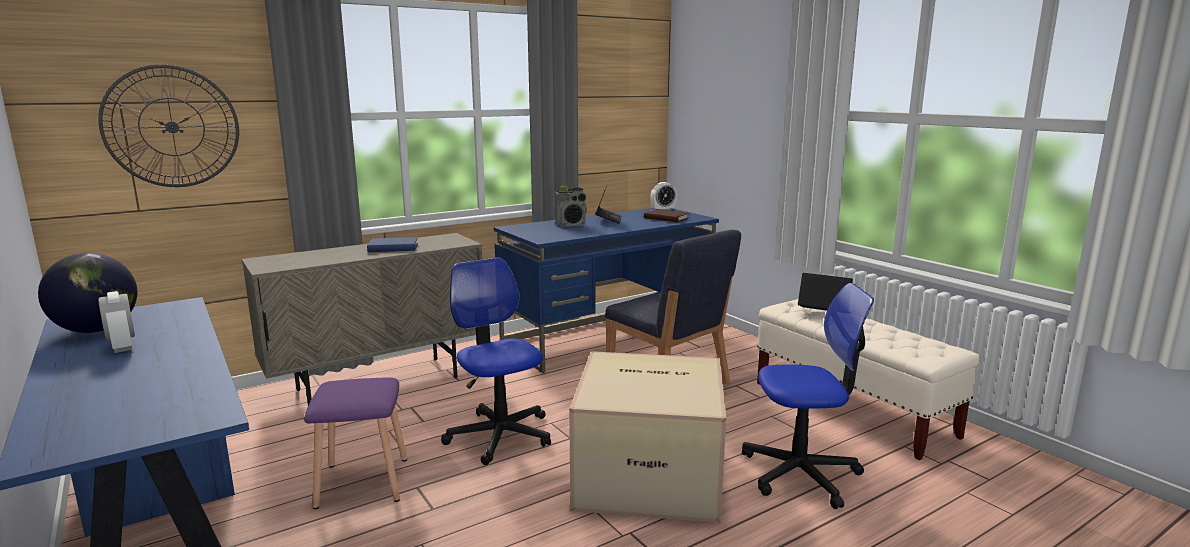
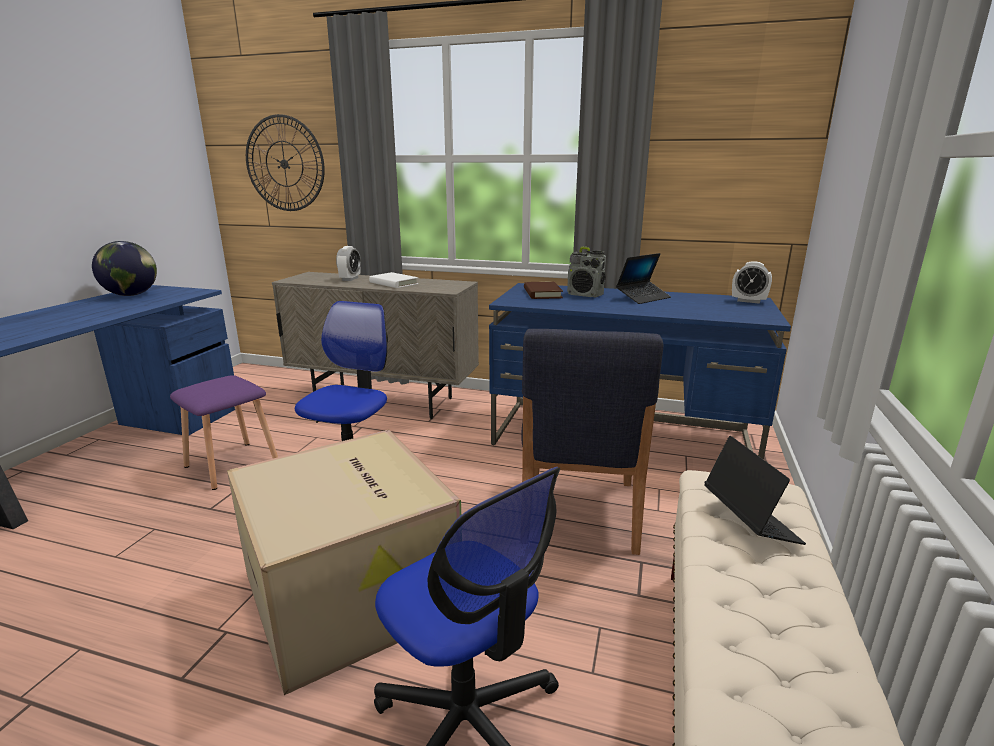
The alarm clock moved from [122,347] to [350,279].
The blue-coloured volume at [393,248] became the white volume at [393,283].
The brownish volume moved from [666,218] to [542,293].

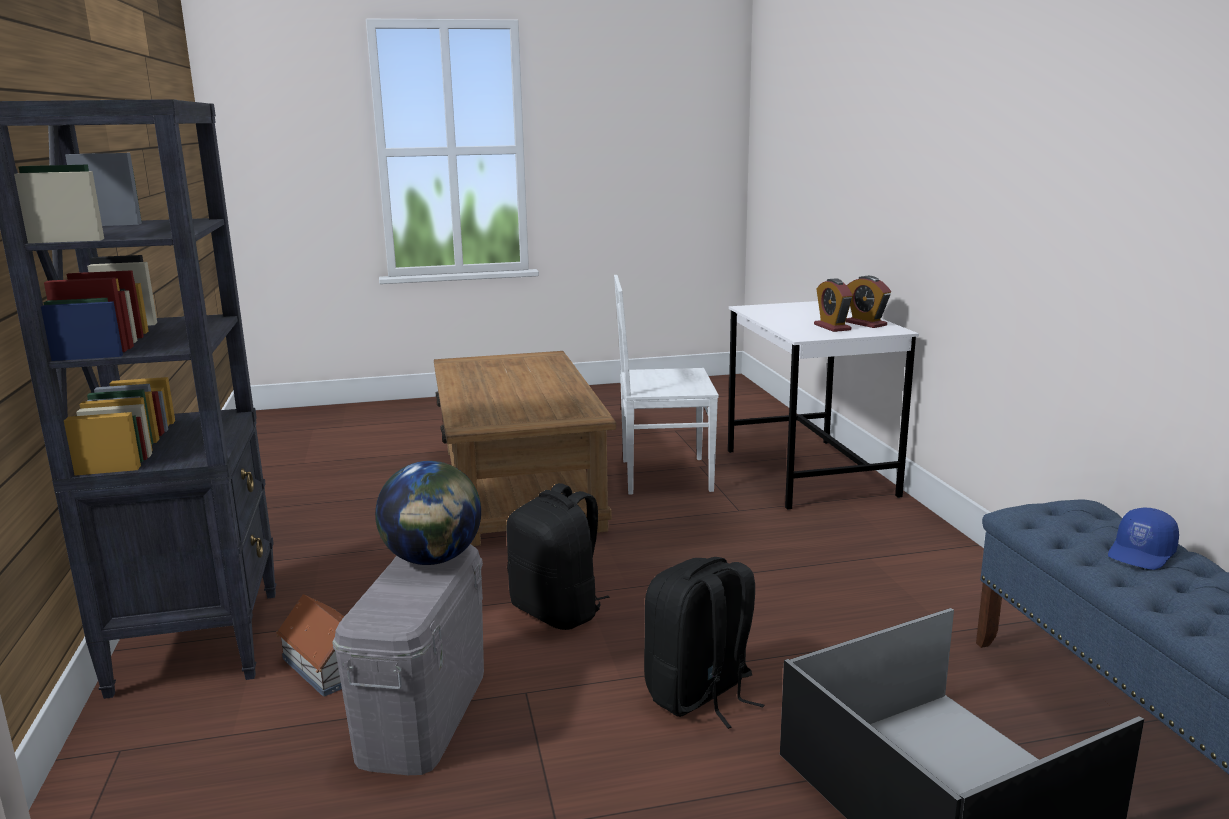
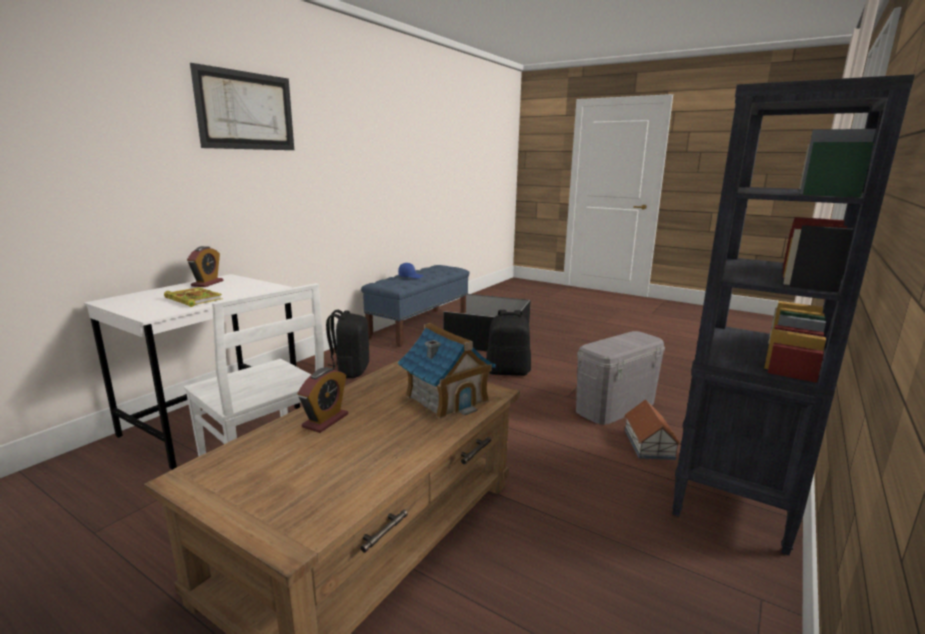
The volume at [193,299] appeared.
The wall art at [246,111] appeared.
The alarm clock moved from [832,327] to [325,421].
The blackish knapsack moved from [558,612] to [350,371].
The toy house at [446,398] appeared.
The desk globe at [433,559] disappeared.

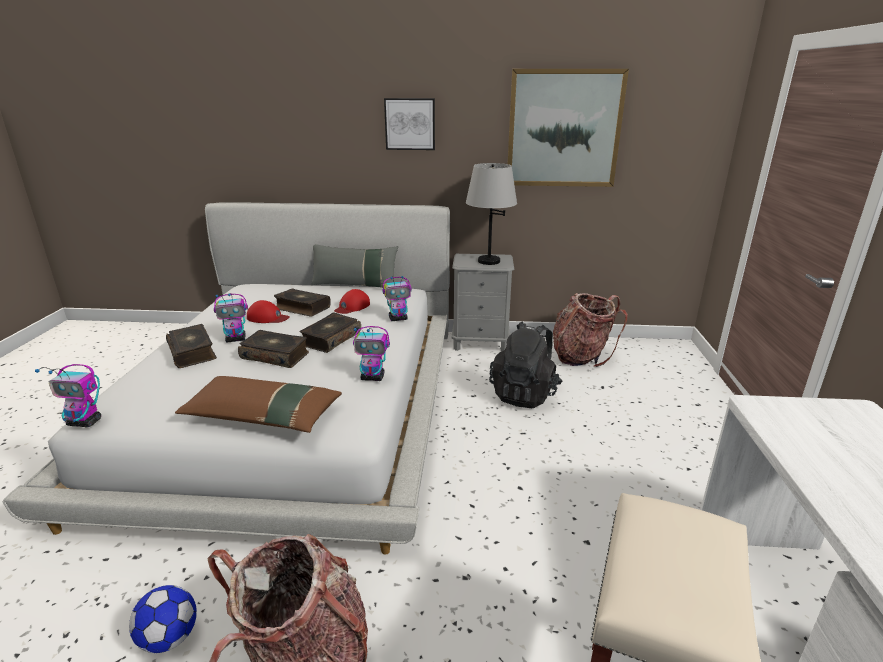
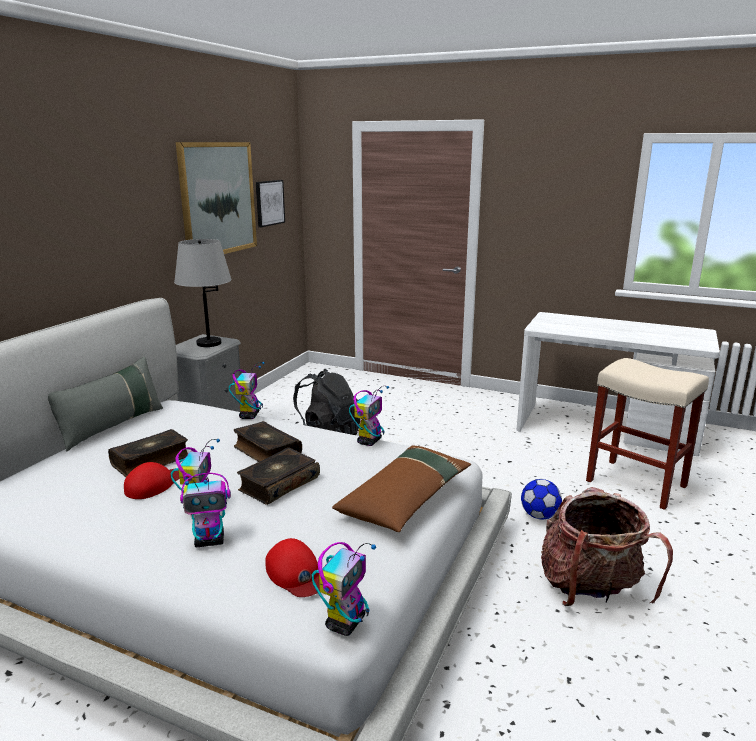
The volume at [193,352] was replaced by the model robot at [210,541].
The wall art moved from [410,124] to [269,203].
The red cap moved from [352,307] to [295,574].
The ball for football moved from [170,638] to [539,516].
The knapsack at [581,356] disappeared.

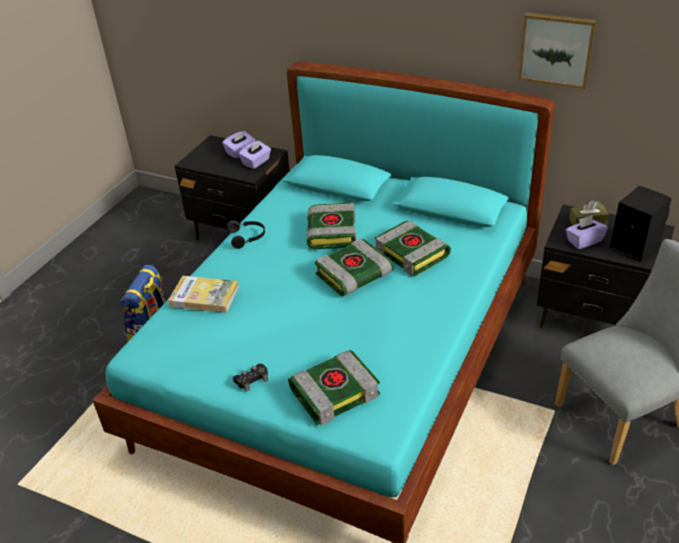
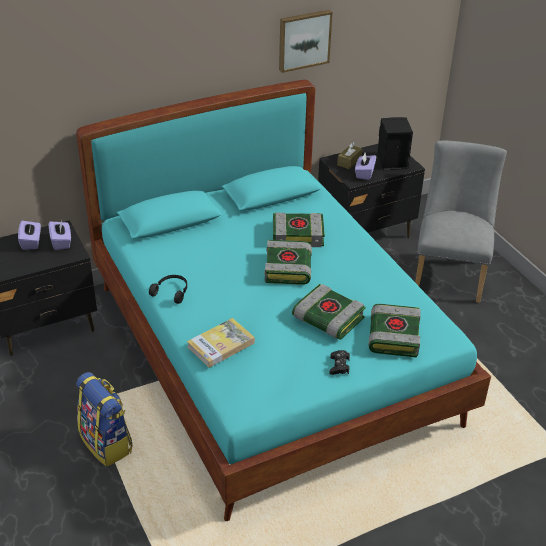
The volume moved from [331,232] to [327,318].

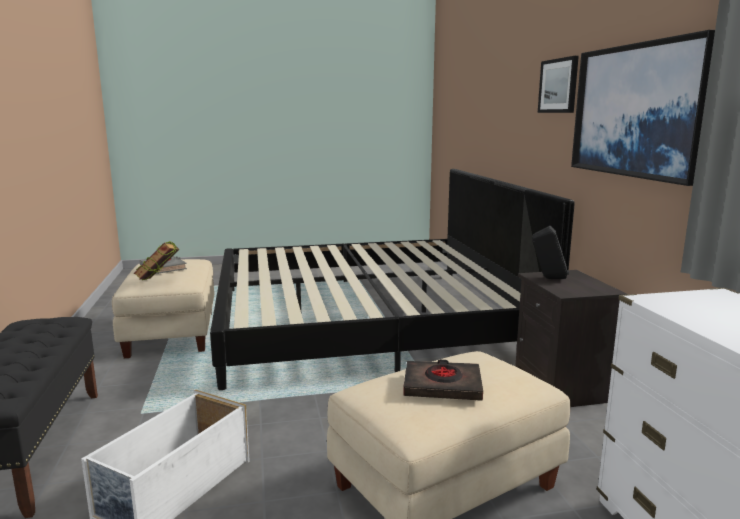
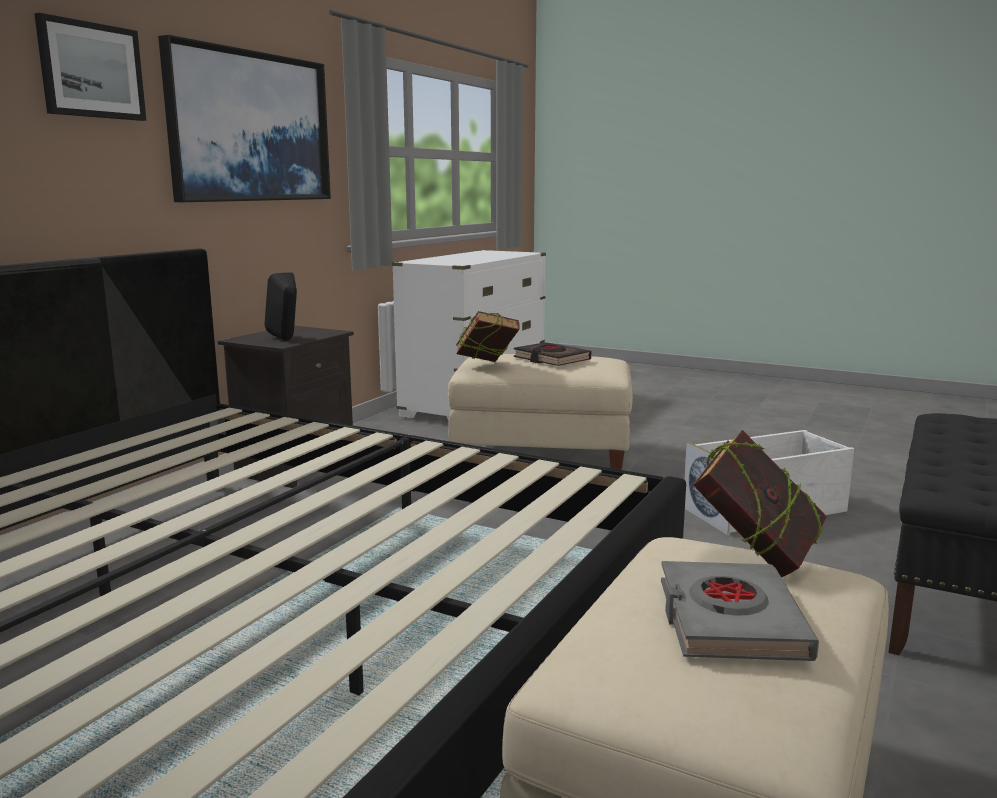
The volume at [487,366] appeared.

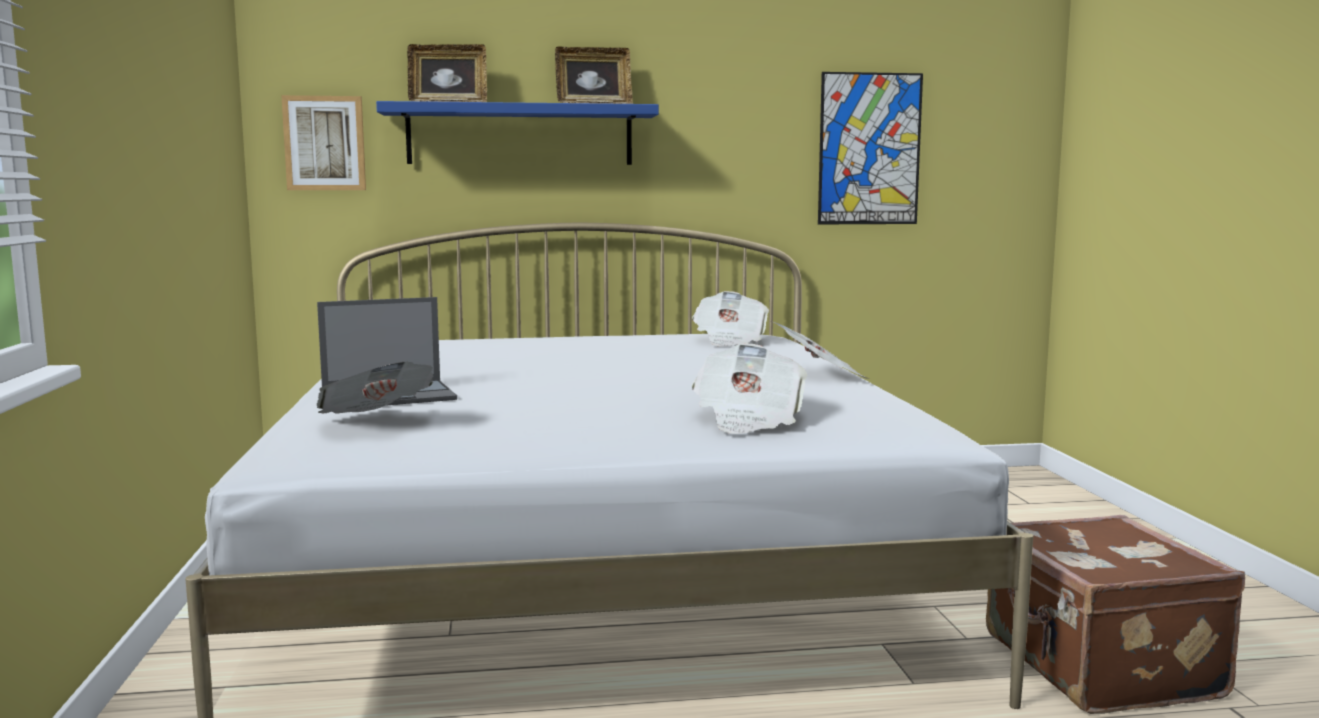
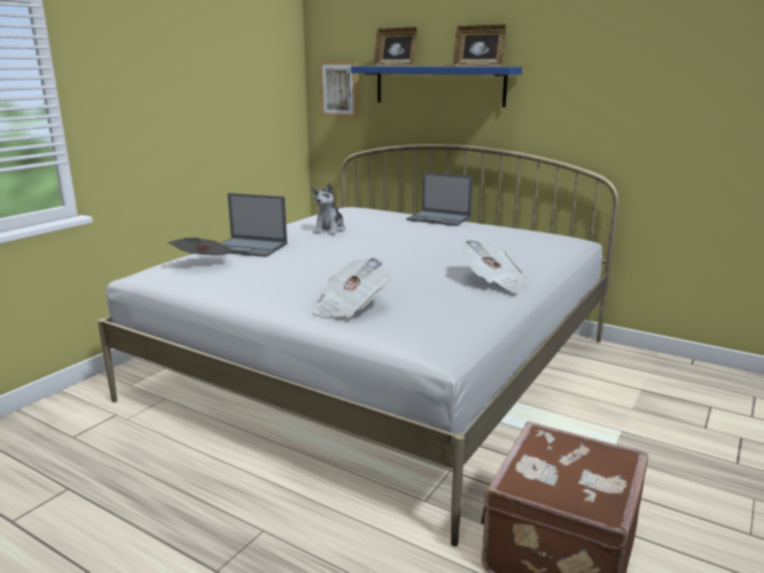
The soft toy at [329,230] appeared.
The portable computer at [439,218] appeared.
The daily paper at [729,341] disappeared.
The wall art at [869,149] disappeared.

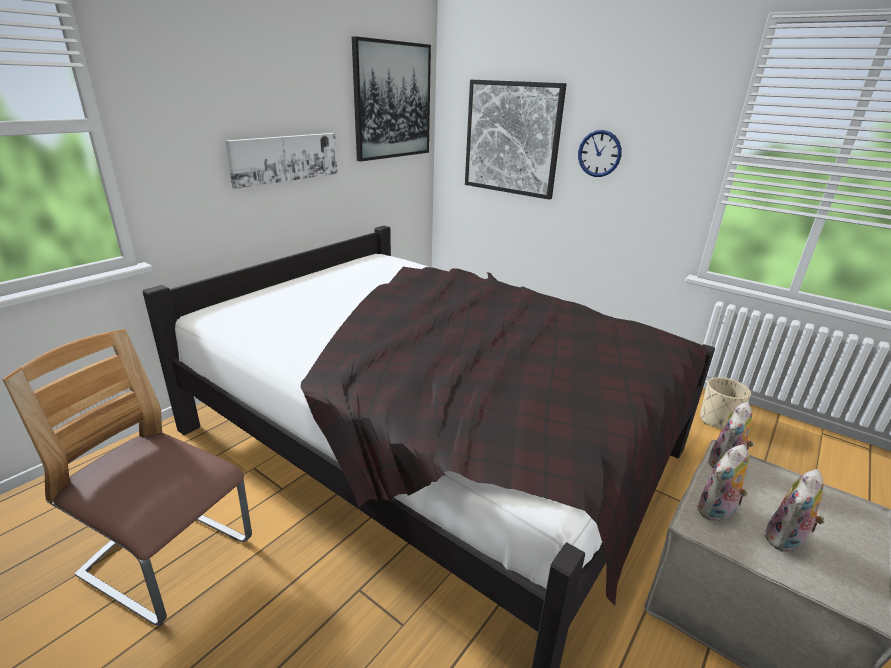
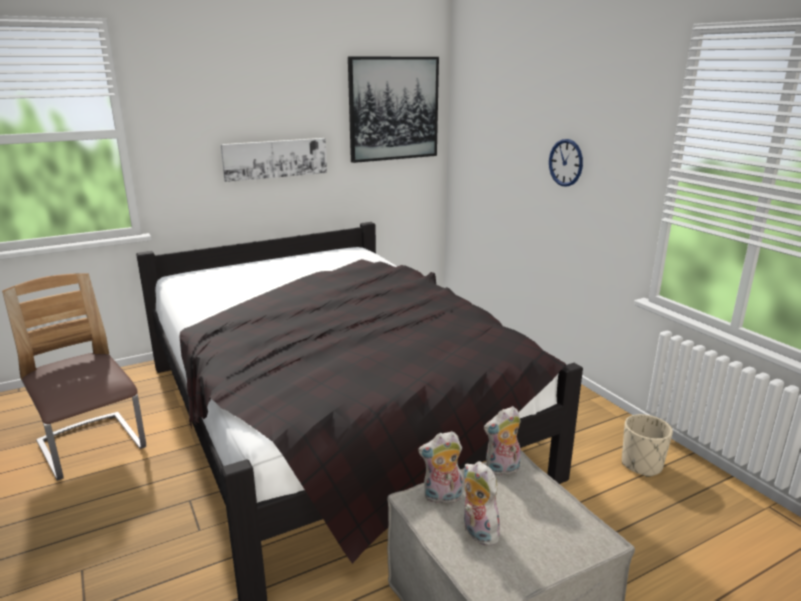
The soft toy at [786,541] turned 75 degrees clockwise.
The wall art at [512,138] disappeared.

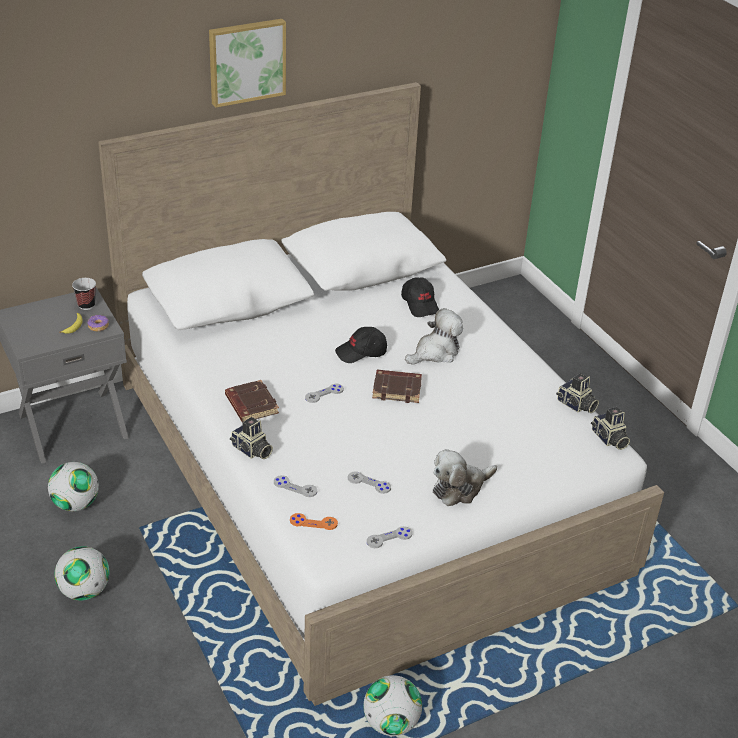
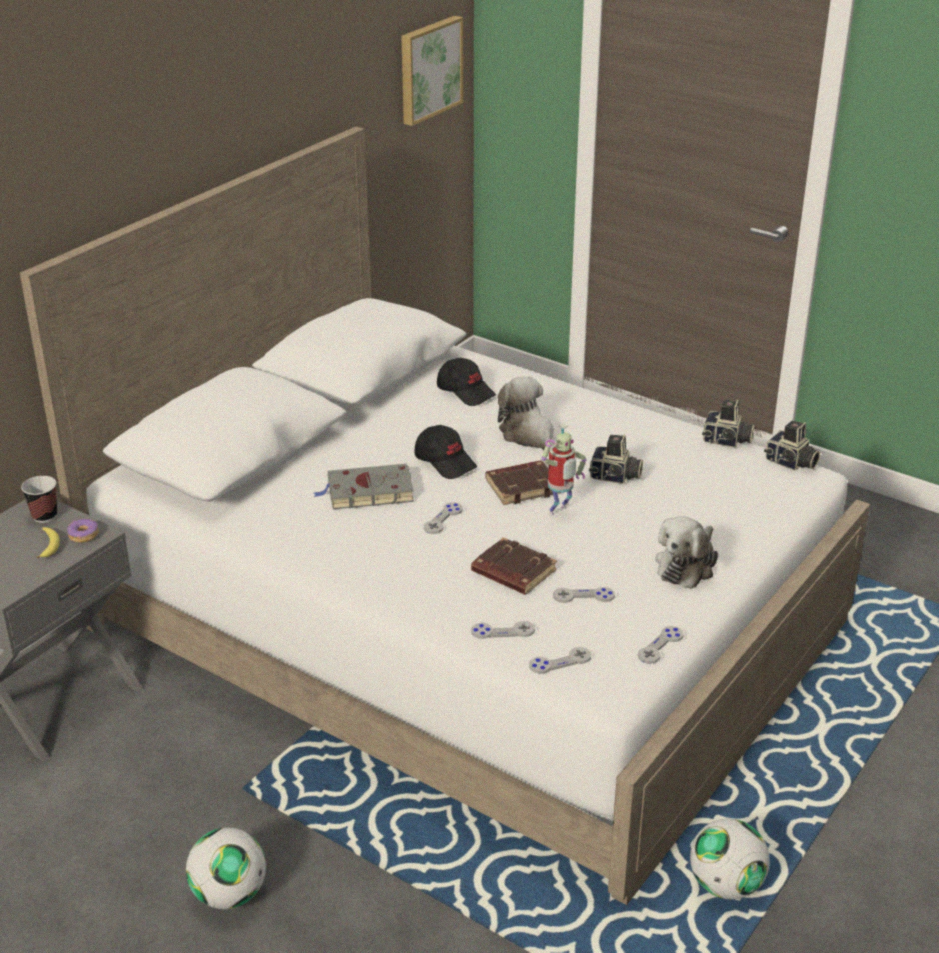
The grey volume at [367,492] appeared.
The wall art moved from [246,61] to [429,69].
The blackish cap at [361,352] turned 90 degrees counterclockwise.
The brownish volume moved from [250,405] to [512,572].
The soft toy at [435,352] turned 60 degrees counterclockwise.
The orangey game controller at [313,522] became the grey game controller at [560,661].
The model robot at [559,512] appeared.
The photo camera moved from [251,450] to [615,477].
The ball for football at [75,504] disappeared.

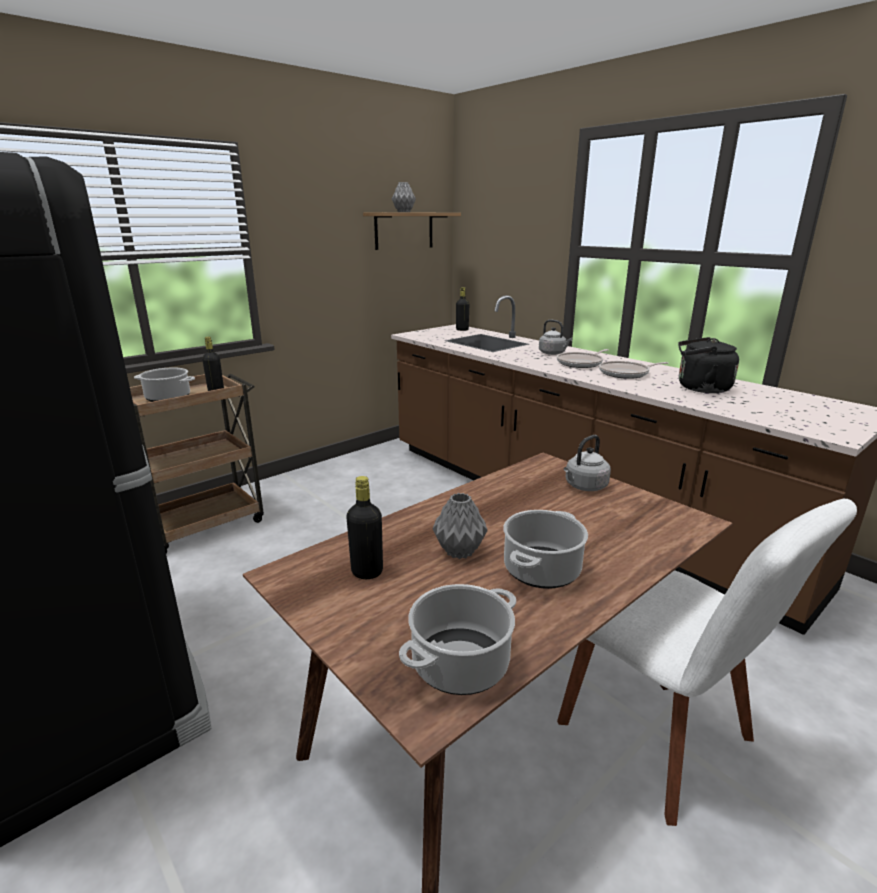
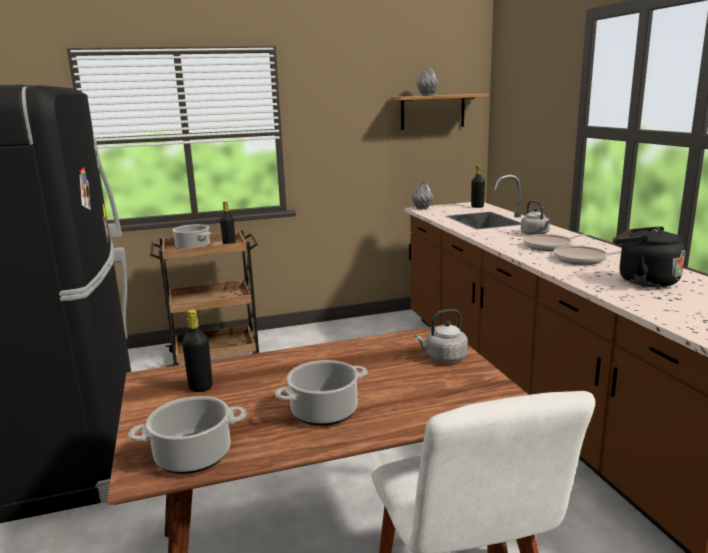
The grey vase moved from [460,552] to [422,208].

